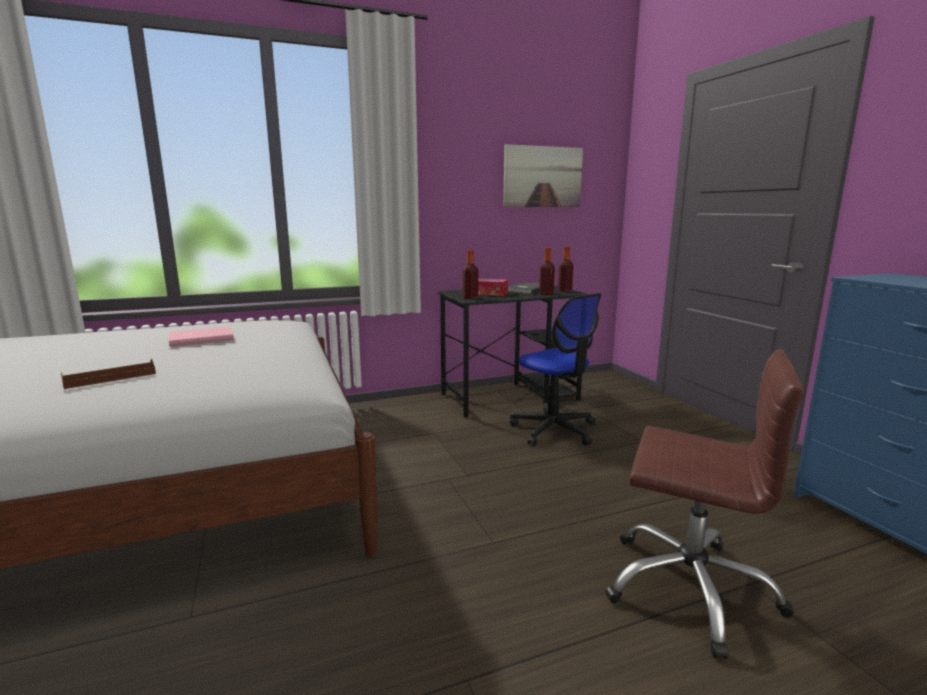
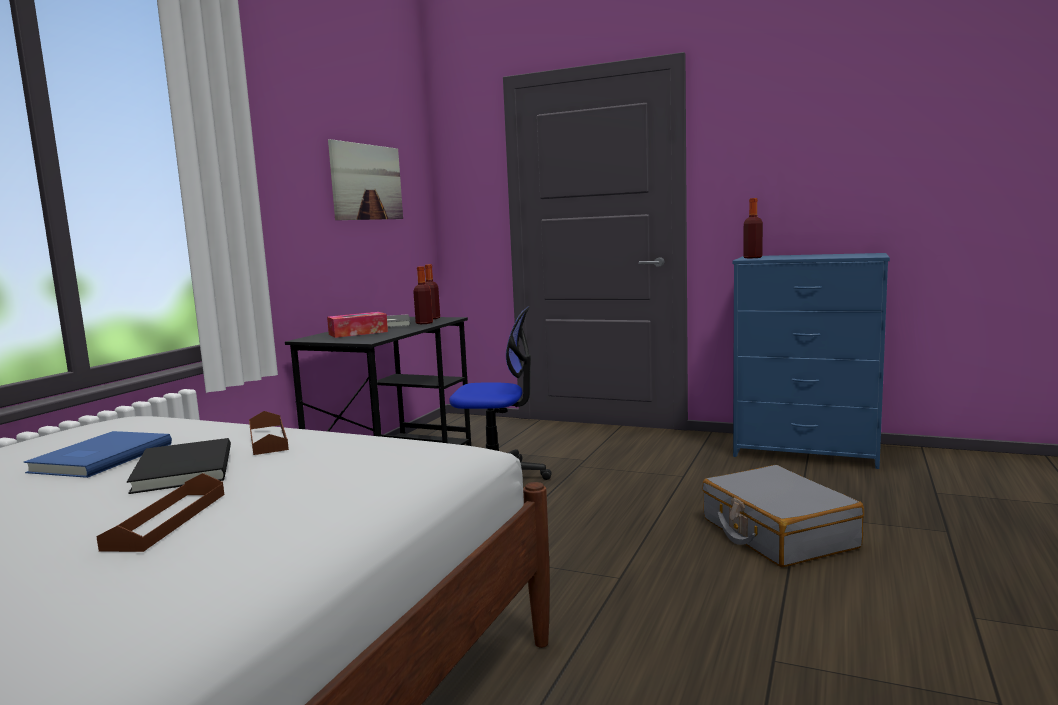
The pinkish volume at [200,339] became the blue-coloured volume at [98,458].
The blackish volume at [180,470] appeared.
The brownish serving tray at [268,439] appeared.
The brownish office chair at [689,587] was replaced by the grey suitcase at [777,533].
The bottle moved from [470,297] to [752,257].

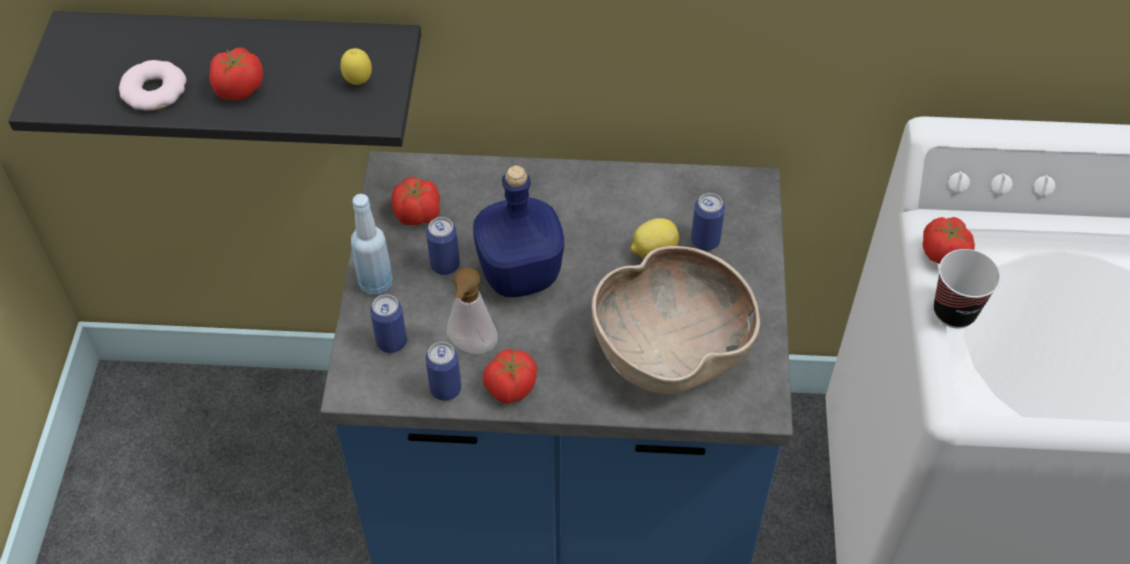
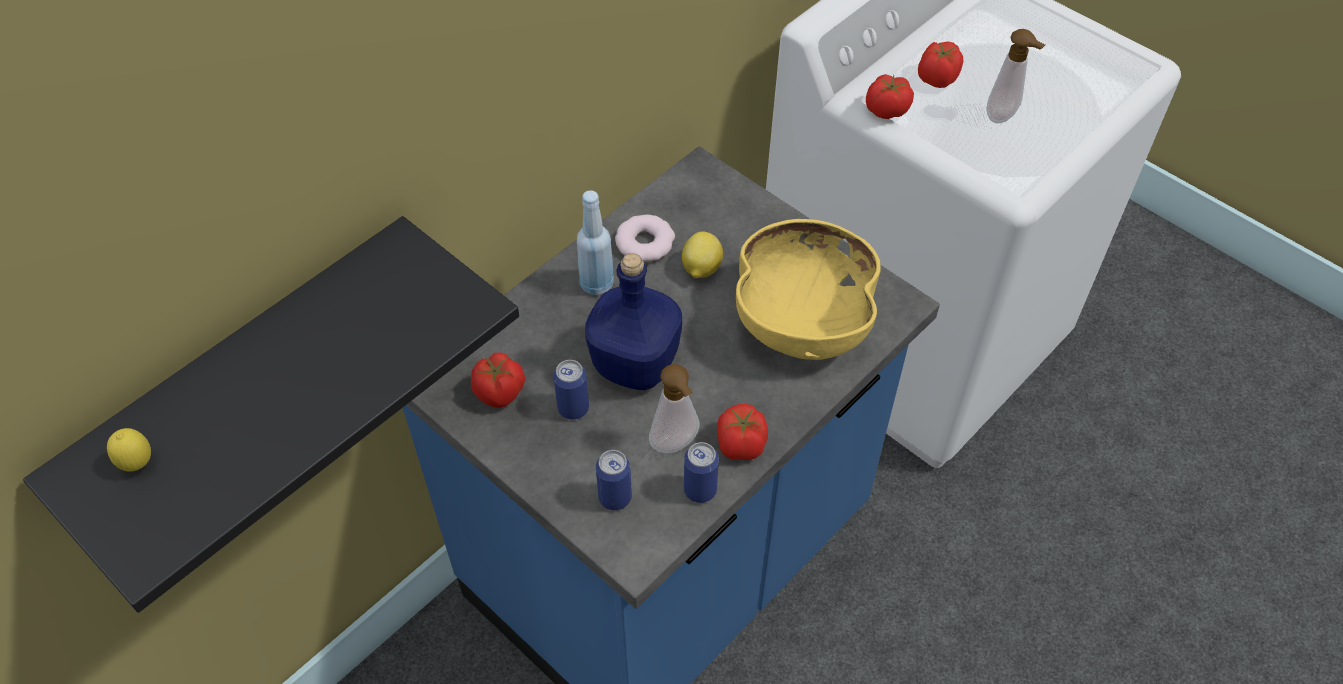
The whole lemon moved from [358,82] to [138,464].
The blue-coloured bottle moved from [376,283] to [597,284].
The doughnut moved from [154,91] to [645,243].
The brownish bowl at [670,349] became the yellow-coloured bowl at [801,321].
The tomato moved from [239,89] to [936,79].
The liquid soap bottle at [1003,117] appeared.
The sealed can at [705,241] disappeared.
The drinking cup at [954,312] disappeared.

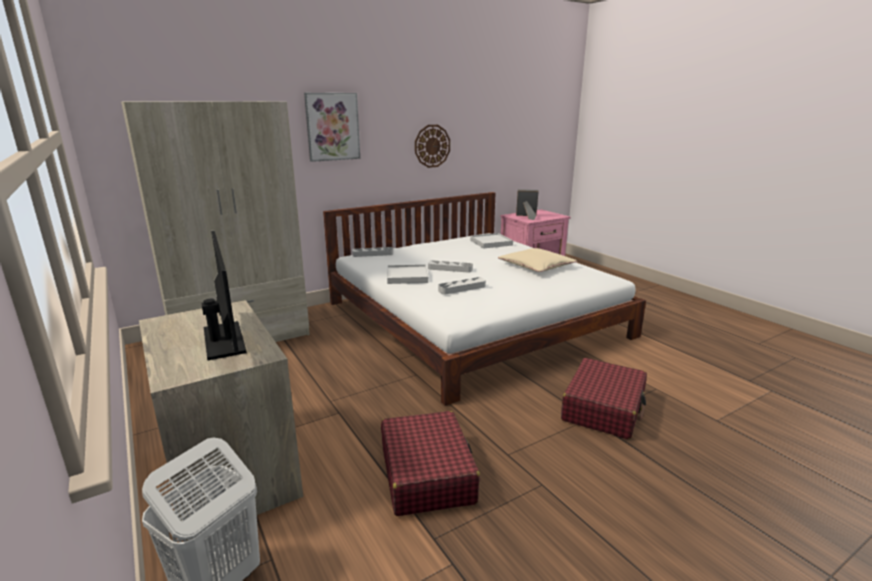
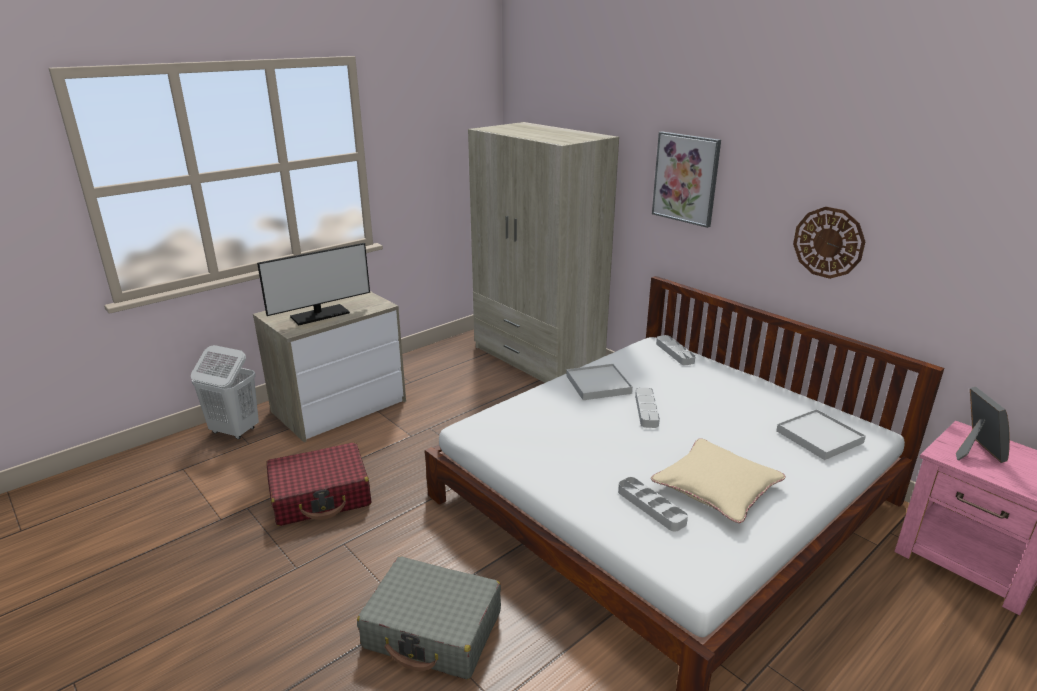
The red suitcase at [603,408] became the grey suitcase at [433,630].
The grey serving tray moved from [462,288] to [651,507].

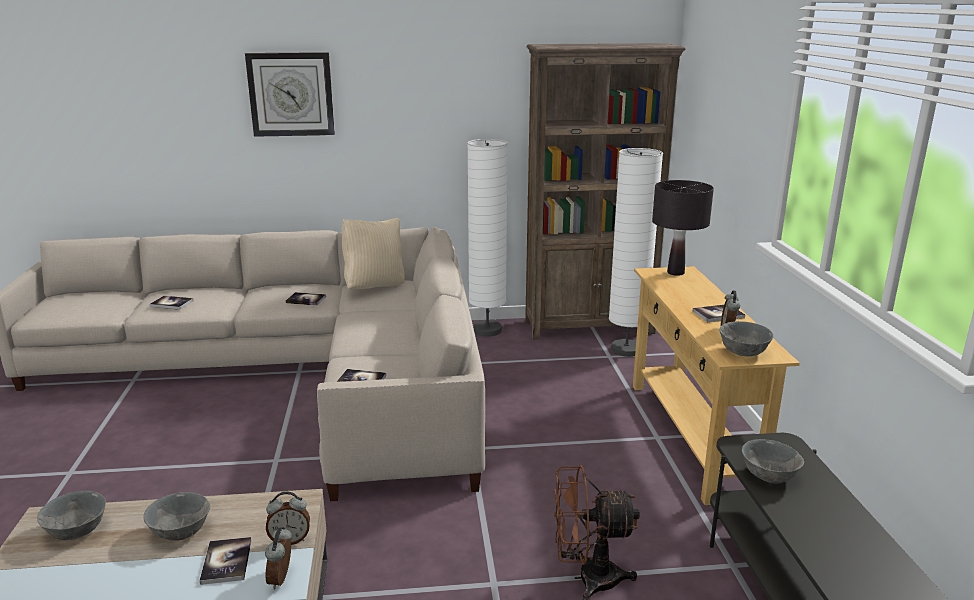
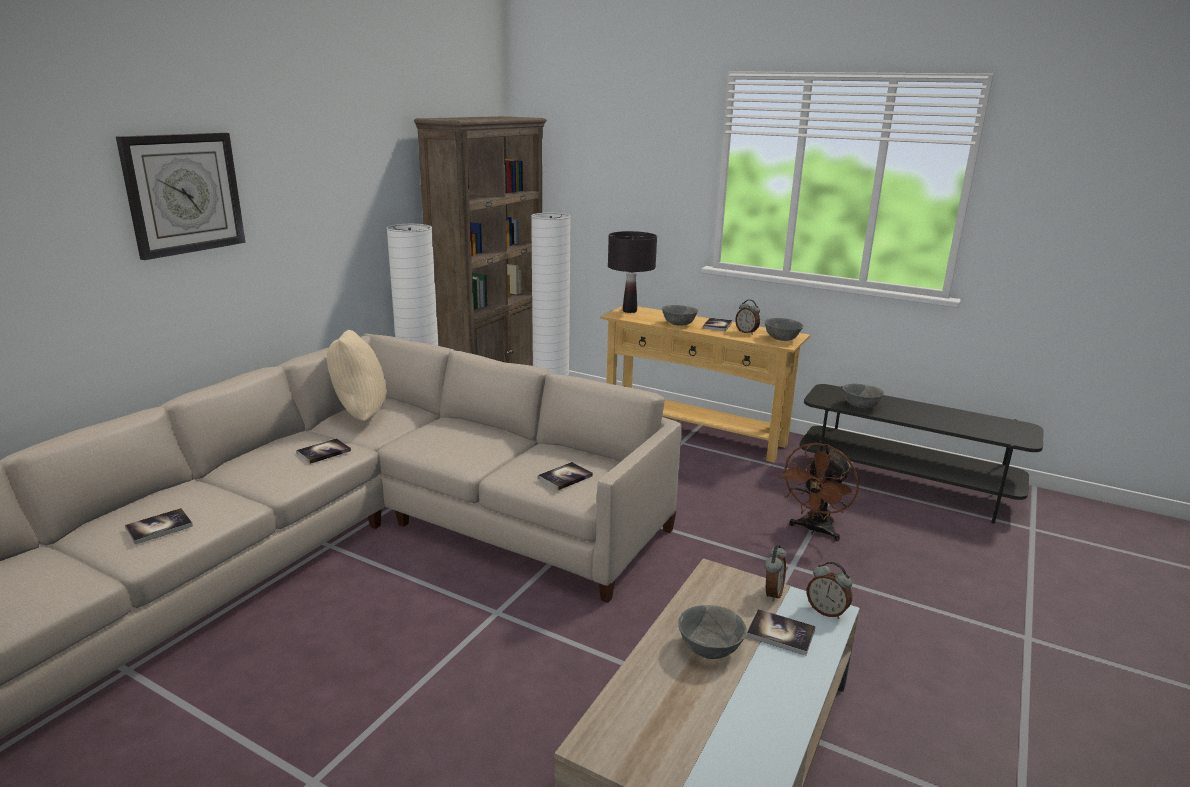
The grey bowl moved from [77,531] to [679,324].

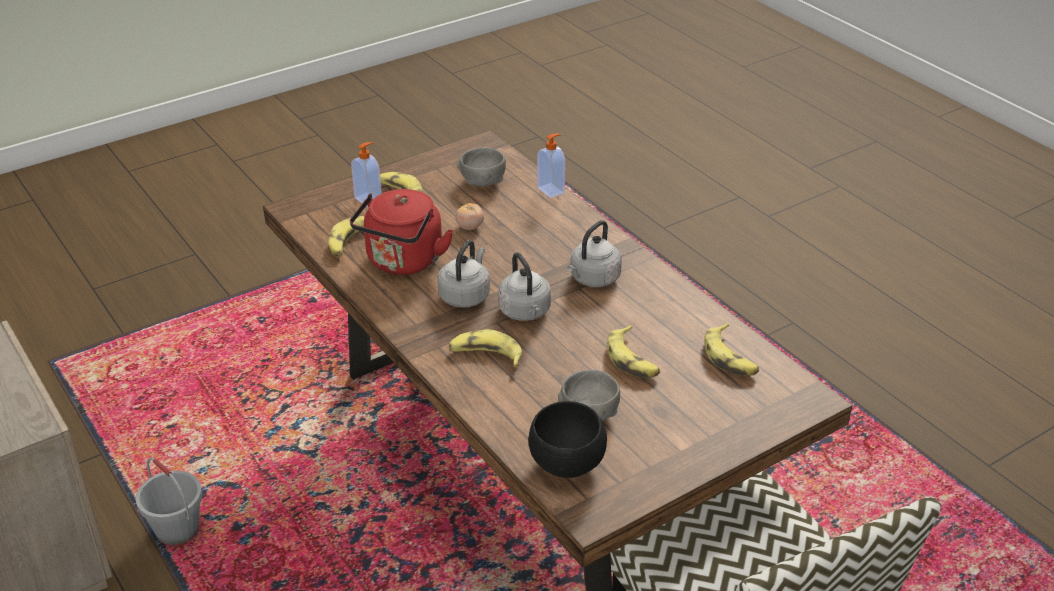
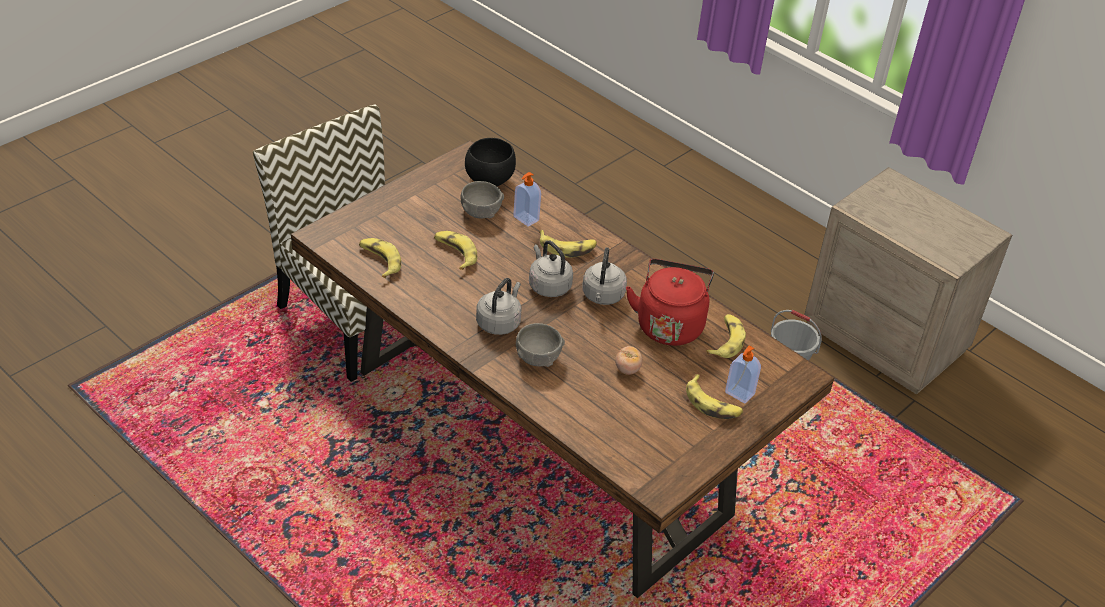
The liquid soap bottle moved from [551,190] to [525,219].
The grey bowl moved from [483,182] to [537,358].

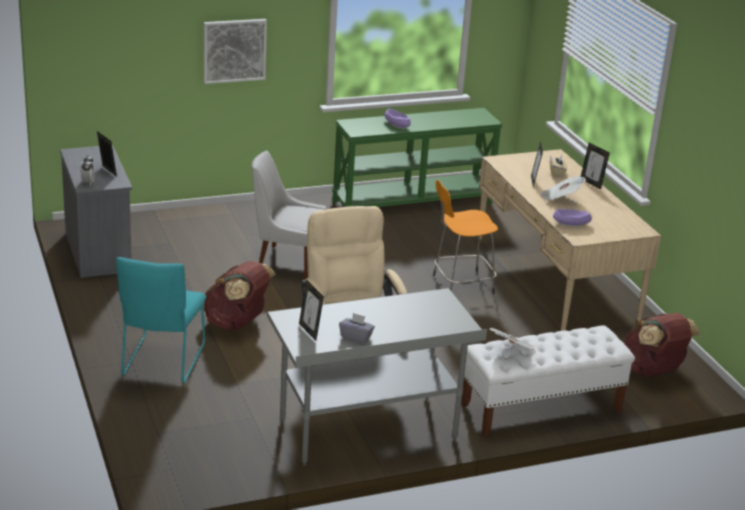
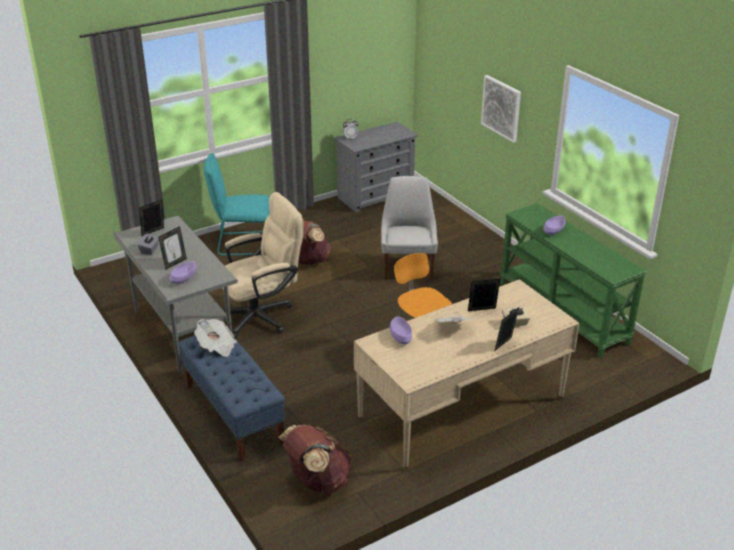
The photo frame moved from [107,172] to [174,263].
The purple bowl at [184,278] appeared.
The white indoor bench at [541,409] became the blue-coloured indoor bench at [233,414].

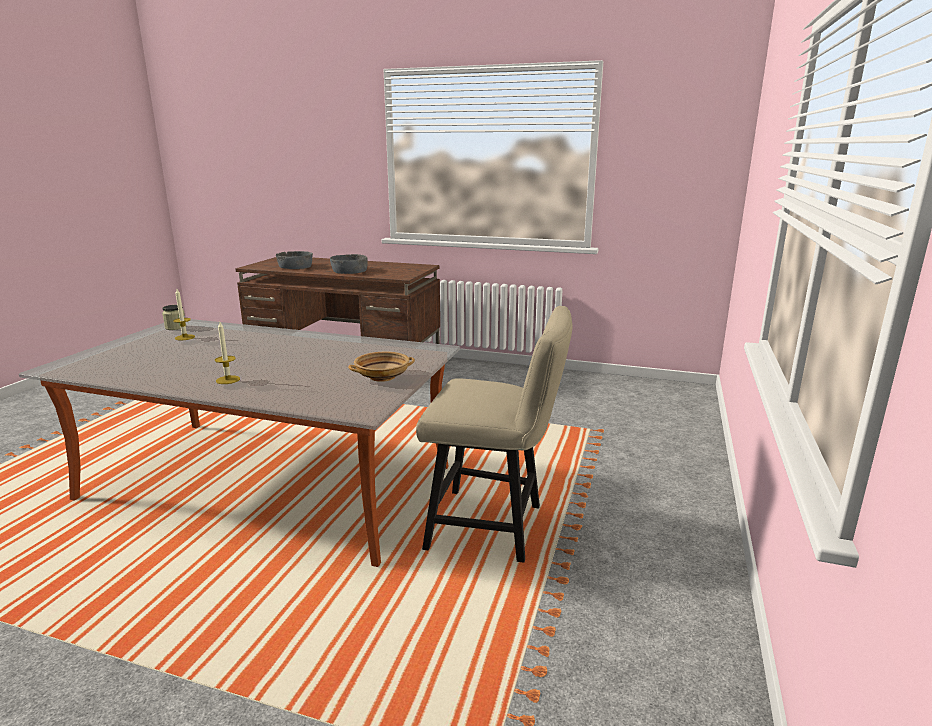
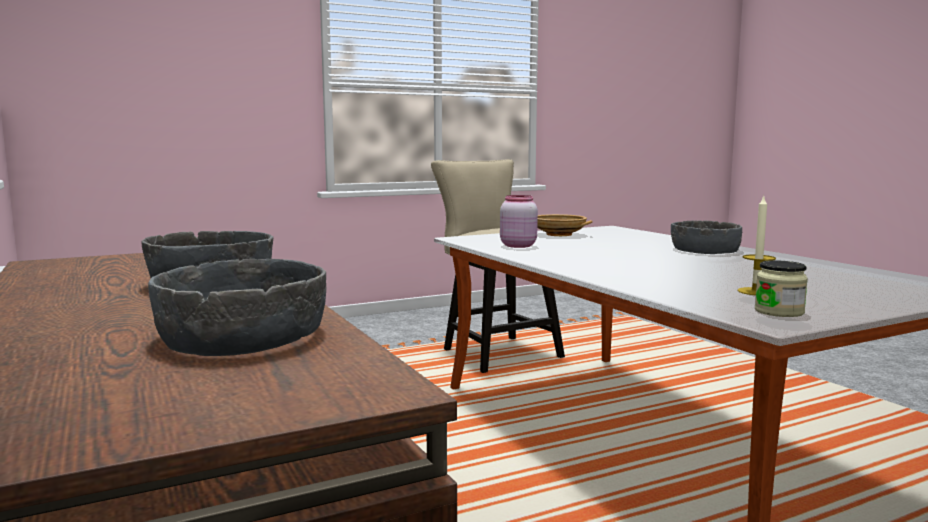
The pinkish preserve jar at [517,245] appeared.
The wax light at [228,380] was replaced by the grey bowl at [704,249].

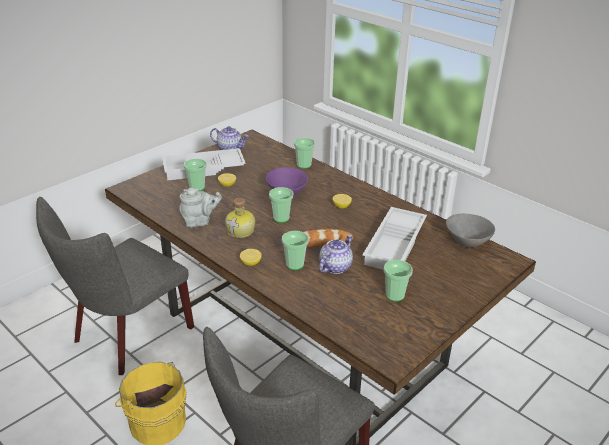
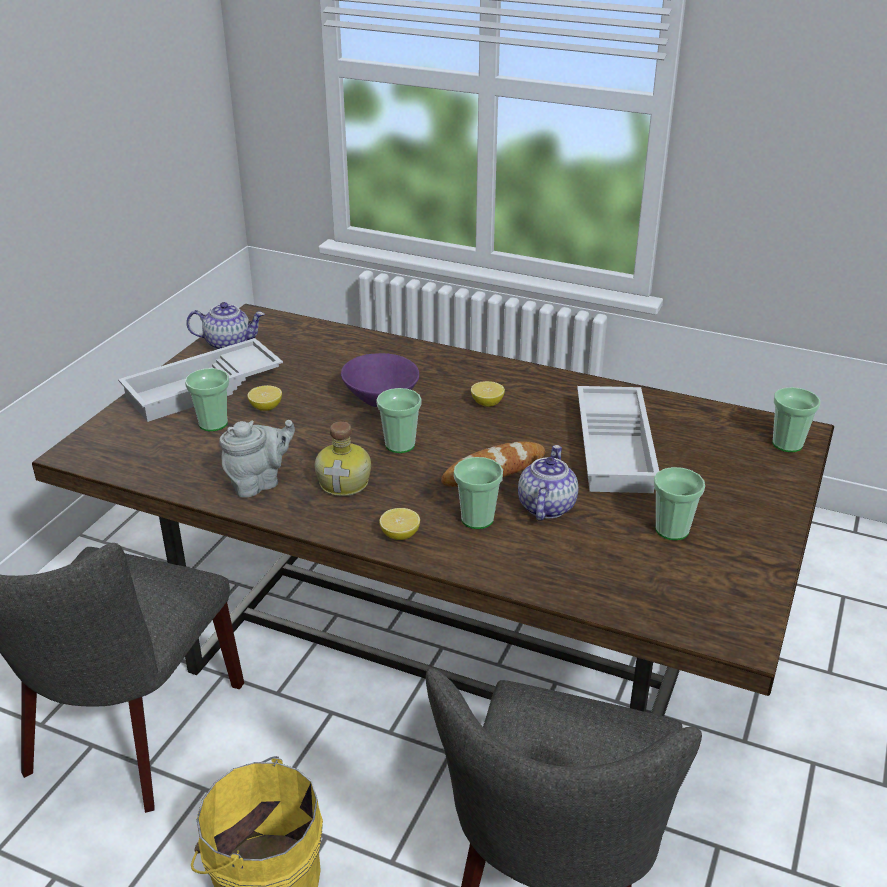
The drinking cup moved from [304,165] to [787,444].
The grey bowl at [467,242] disappeared.

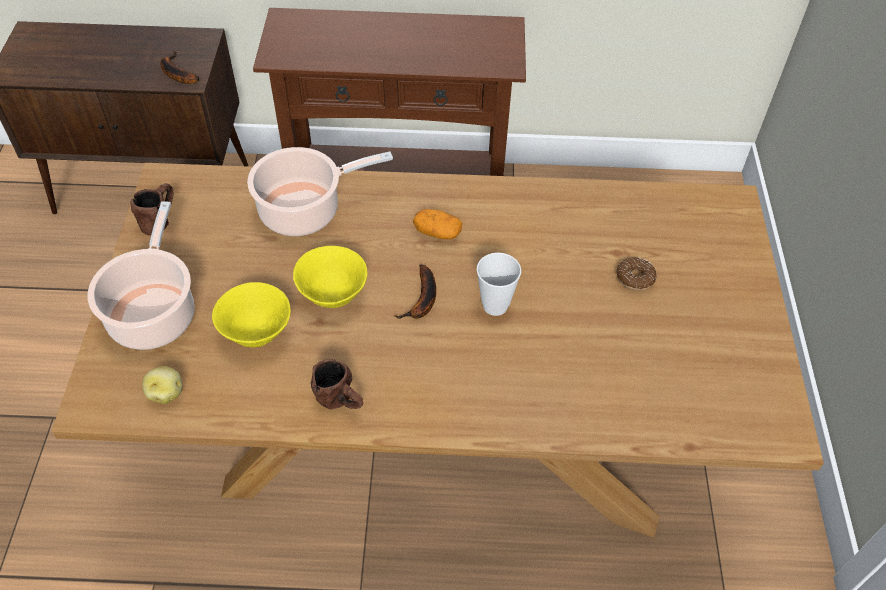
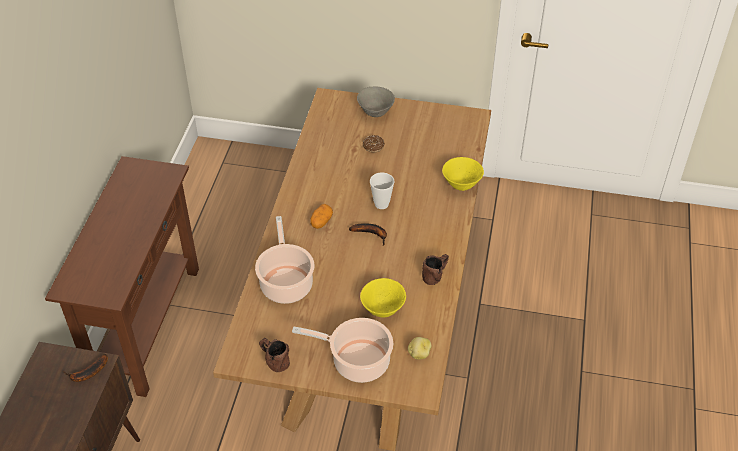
The grey bowl at [376,113] appeared.
The yellow-coloured bowl moved from [334,296] to [461,185].

